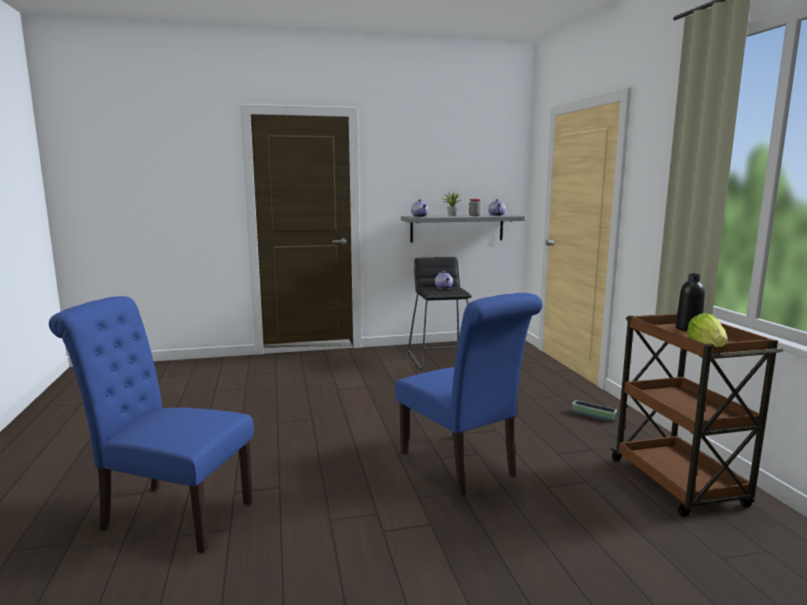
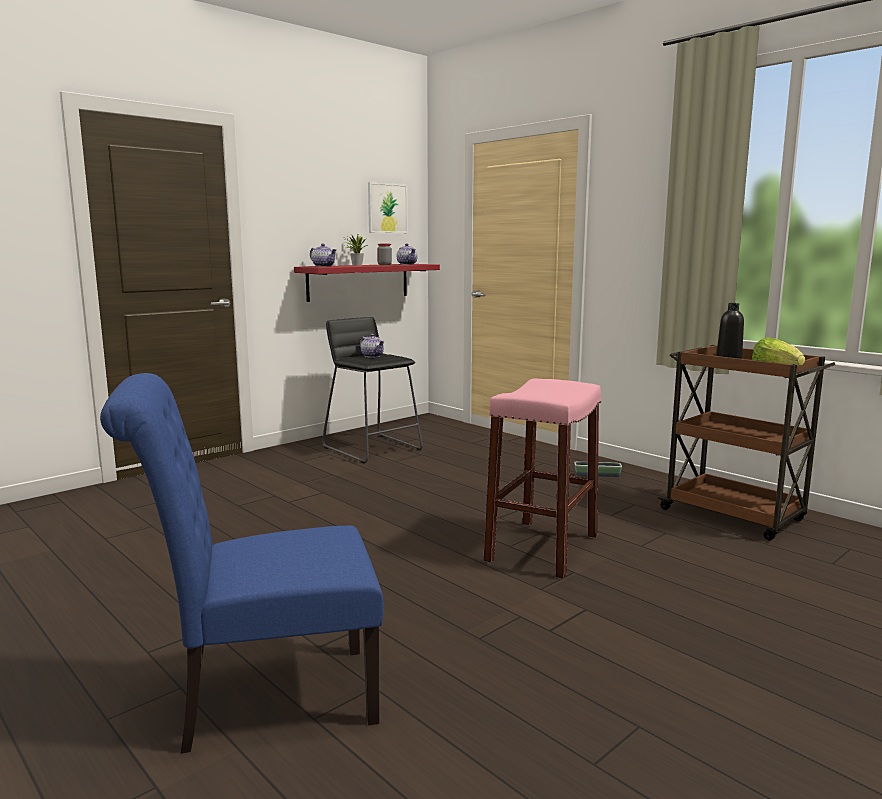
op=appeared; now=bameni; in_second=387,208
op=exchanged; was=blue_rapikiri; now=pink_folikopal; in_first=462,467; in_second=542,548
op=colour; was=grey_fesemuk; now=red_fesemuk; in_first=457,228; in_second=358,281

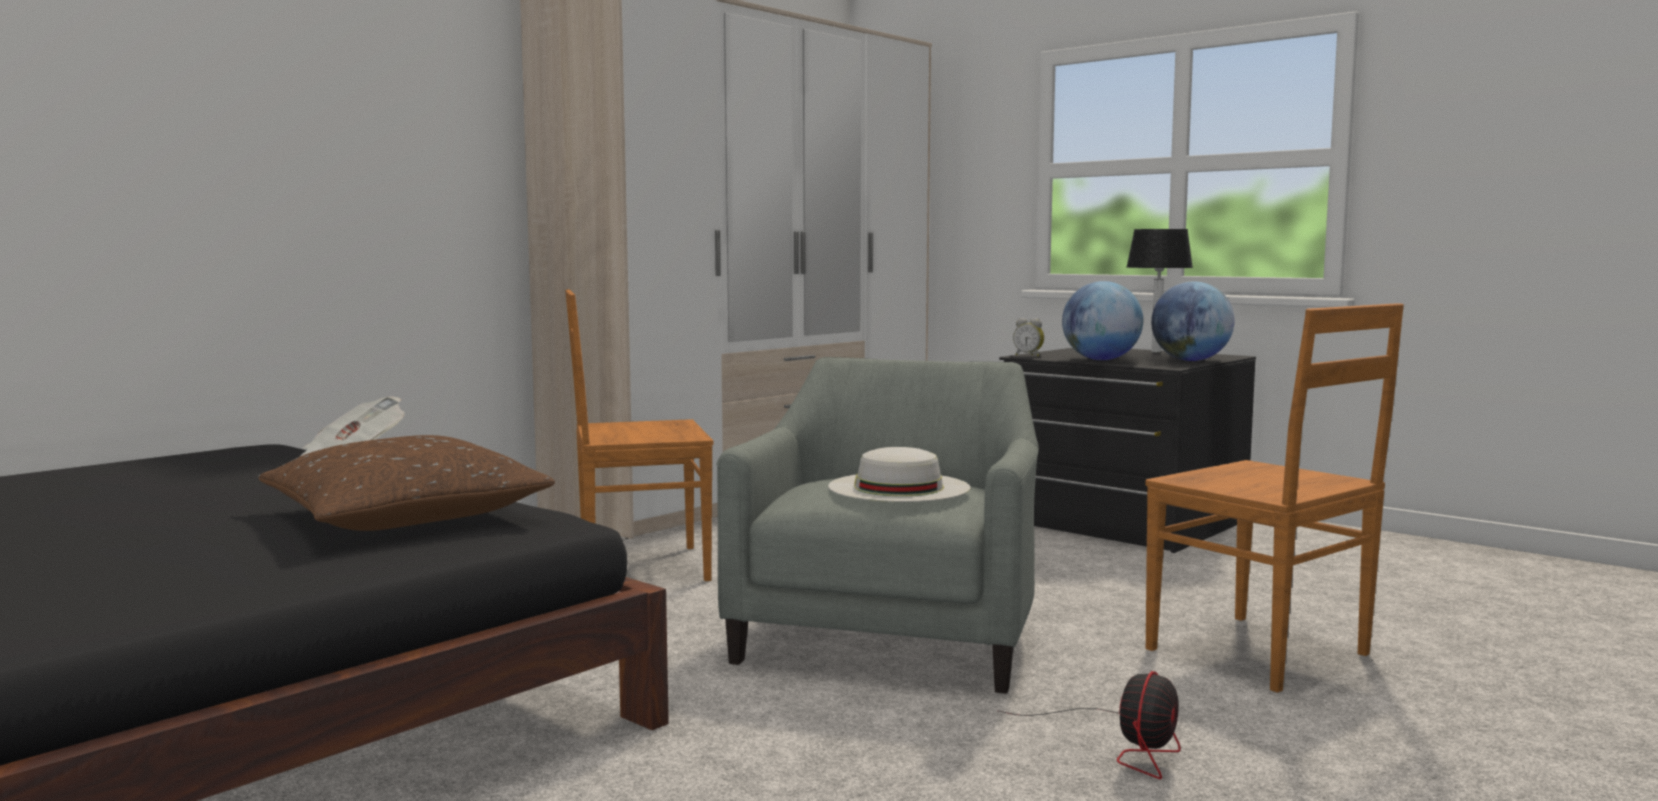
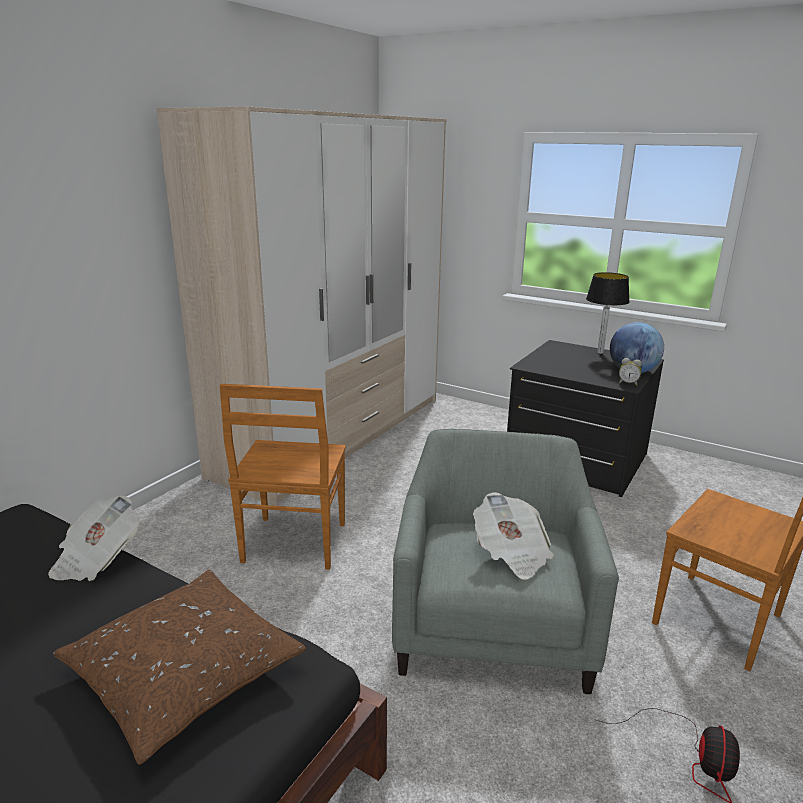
op=missing; was=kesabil; in_first=1101,360
op=relocated; was=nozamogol; in_first=1029,355; in_second=628,383
op=exchanged; was=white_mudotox; now=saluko; in_first=898,487; in_second=511,553
op=spun; was=brown_rapikiri; in_first=638,567; in_second=293,544; clockwise=-60

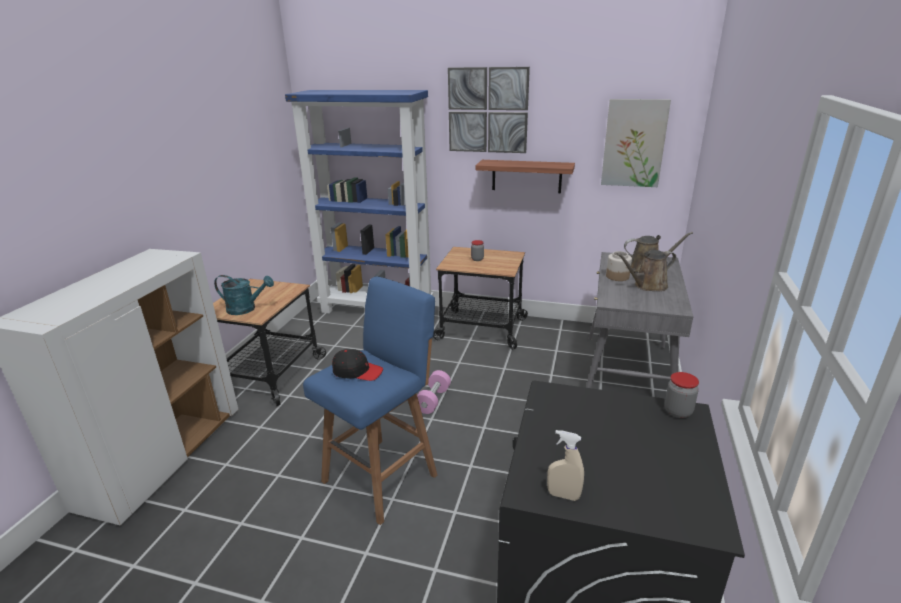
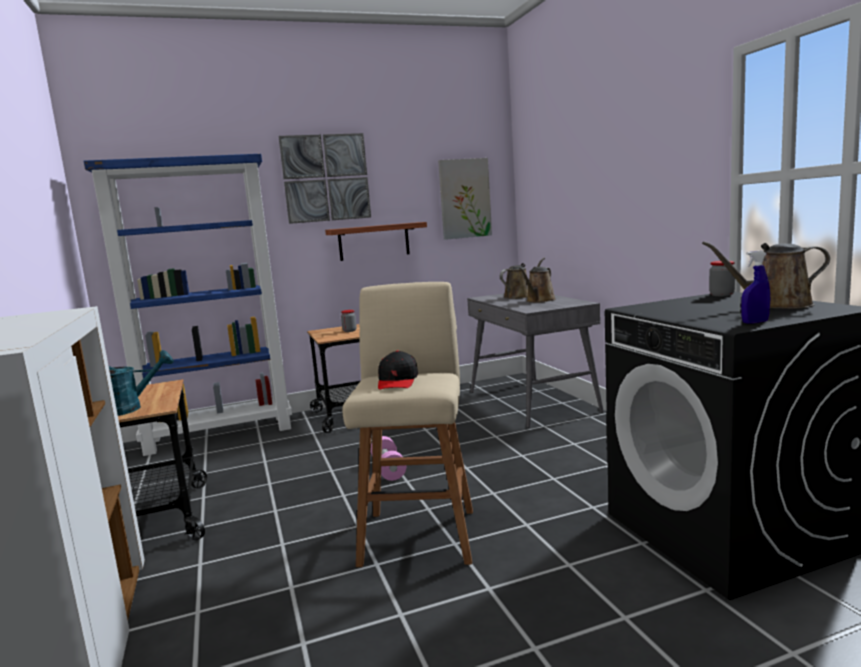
op=missing; was=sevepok; in_first=617,276
op=appeared; now=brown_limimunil; in_second=775,305
op=colour; was=blue_folikopal; now=beige_folikopal; in_first=383,476; in_second=419,534
op=colour; was=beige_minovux; now=blue_minovux; in_first=563,495; in_second=755,322
op=spun; was=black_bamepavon; in_first=357,371; in_second=397,381; clockwise=120

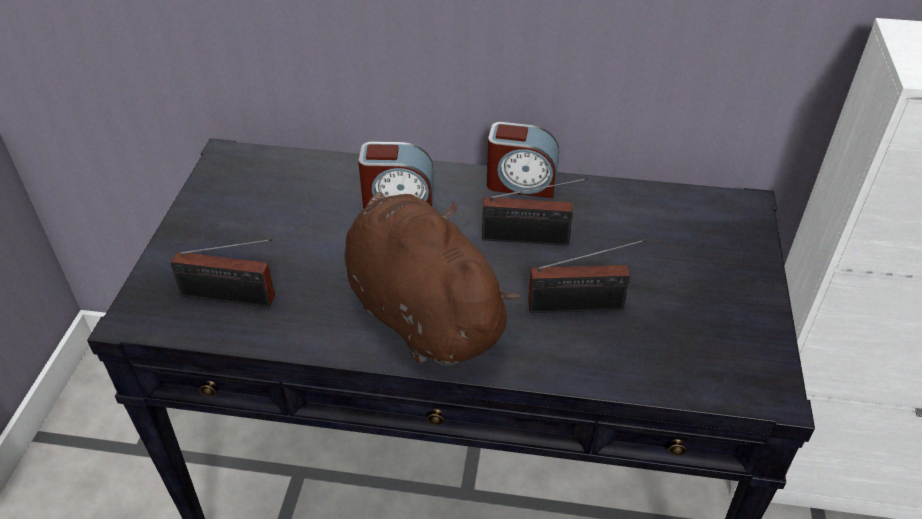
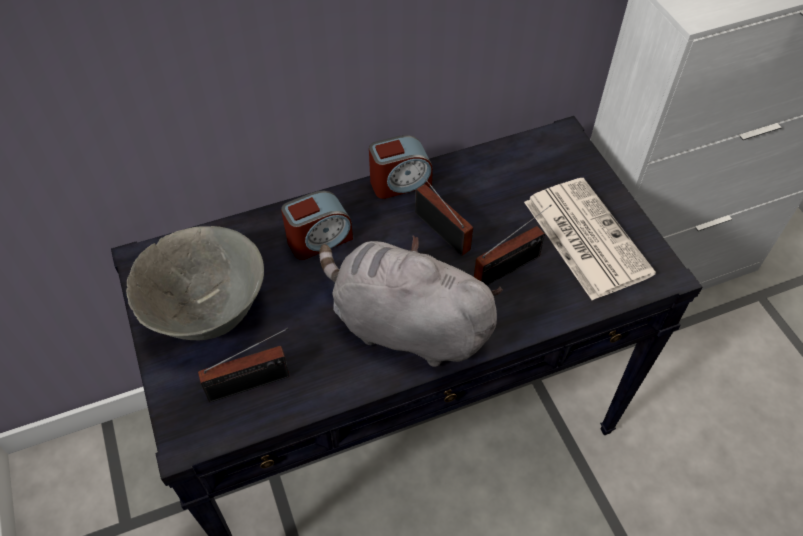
op=appeared; now=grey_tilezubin; in_second=208,312
op=appeared; now=saluko; in_second=584,237
op=colour; was=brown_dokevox; now=grey_dokevox; in_first=420,312; in_second=405,325
op=spun; was=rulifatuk; in_first=530,239; in_second=440,228; clockwise=-105

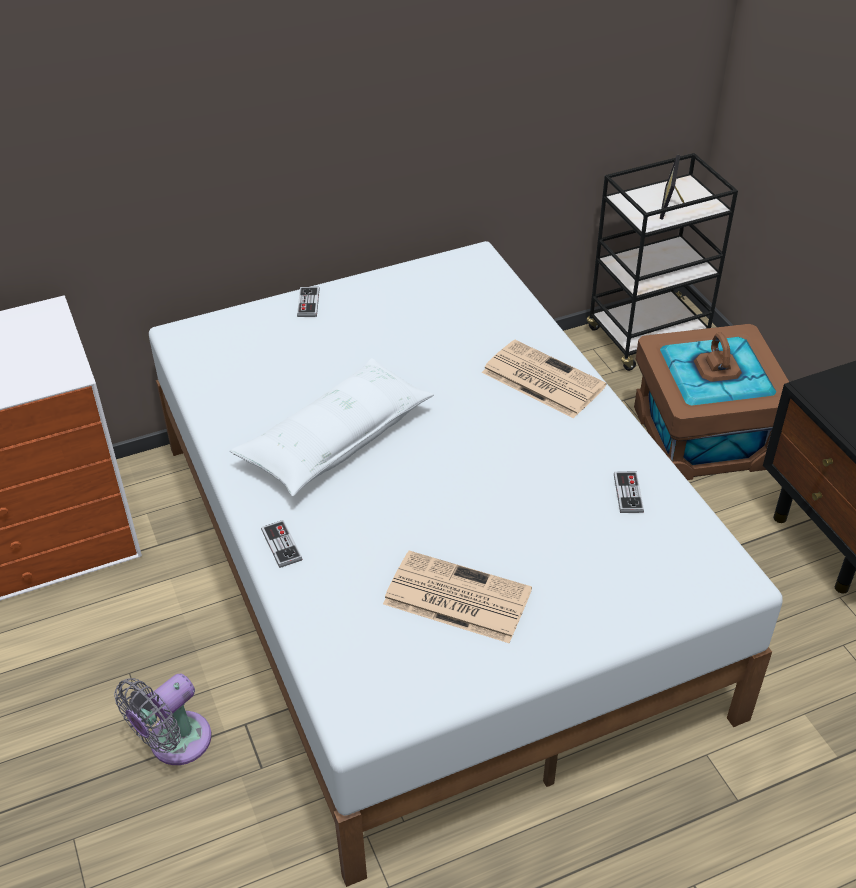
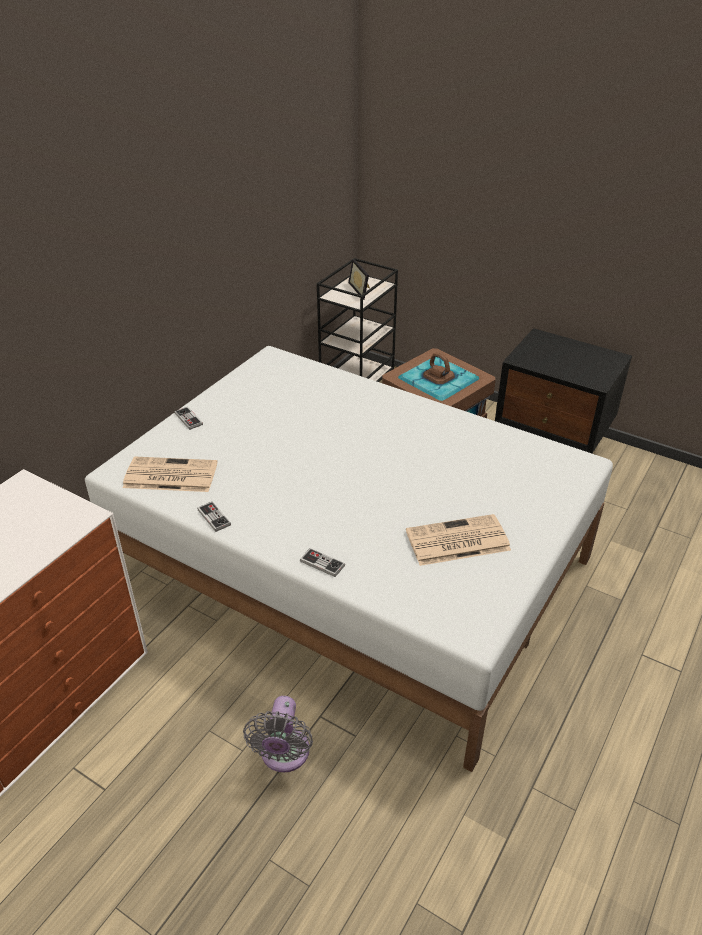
op=missing; was=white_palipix; in_first=336,439
op=relocated; was=saluko; in_first=541,379; in_second=169,475
op=relocated; was=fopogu; in_first=628,493; in_second=214,517

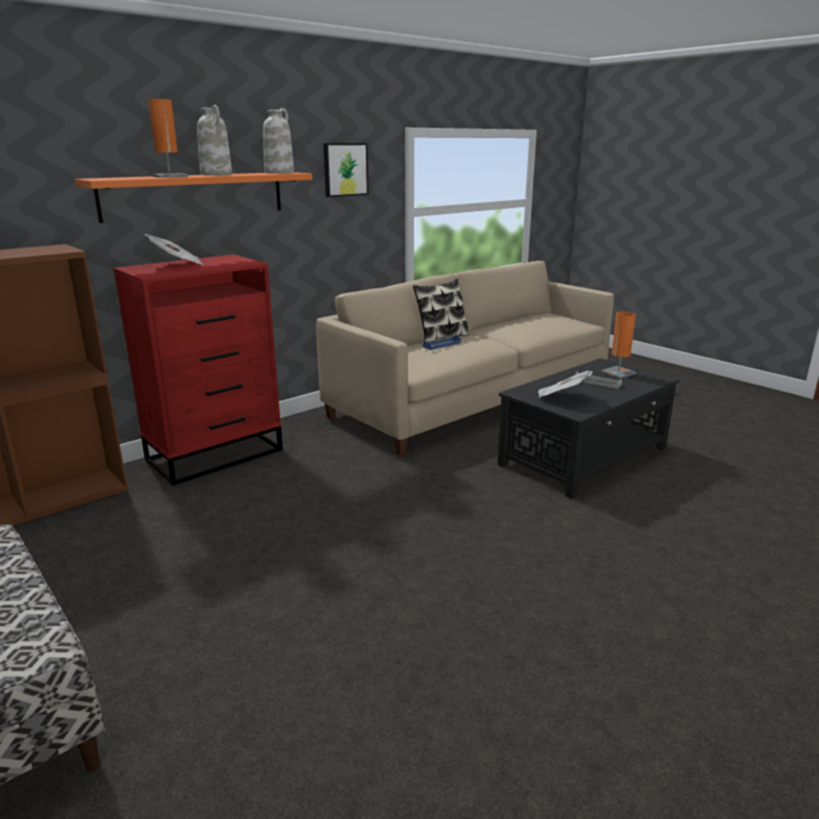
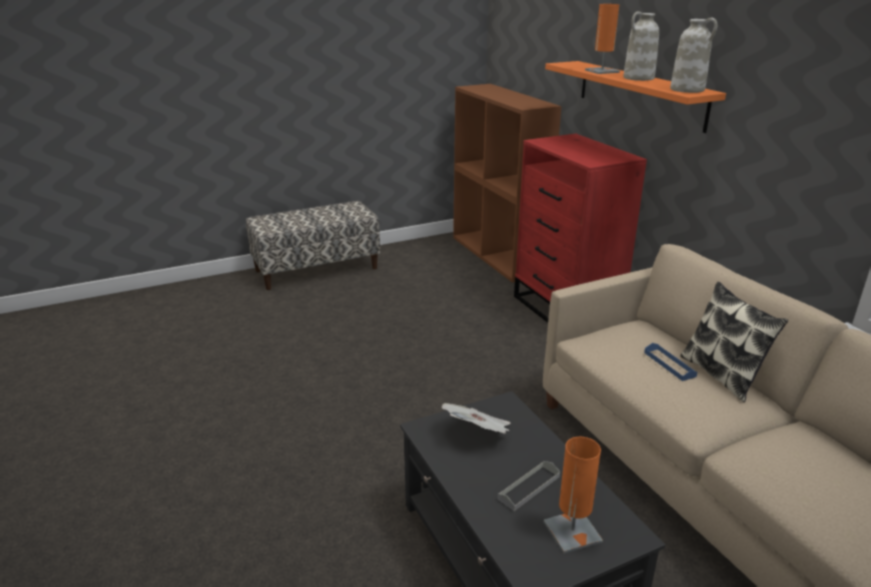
op=missing; was=saluko; in_first=177,264
op=missing; was=bameni; in_first=345,169

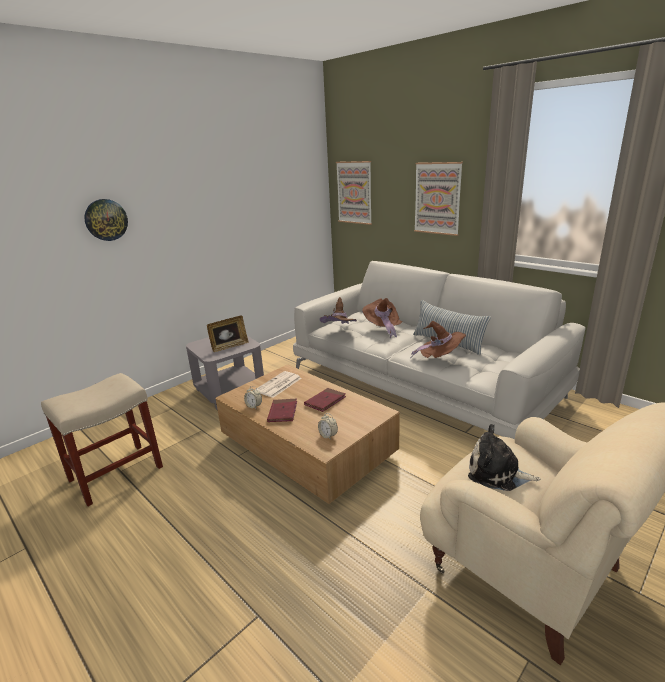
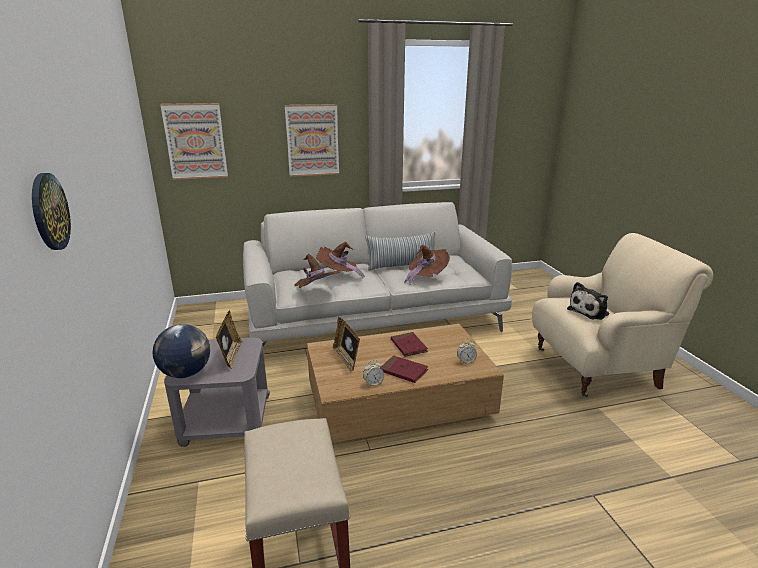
op=appeared; now=kesabil; in_second=186,373
op=exchanged; was=saluko; now=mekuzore; in_first=278,385; in_second=346,359

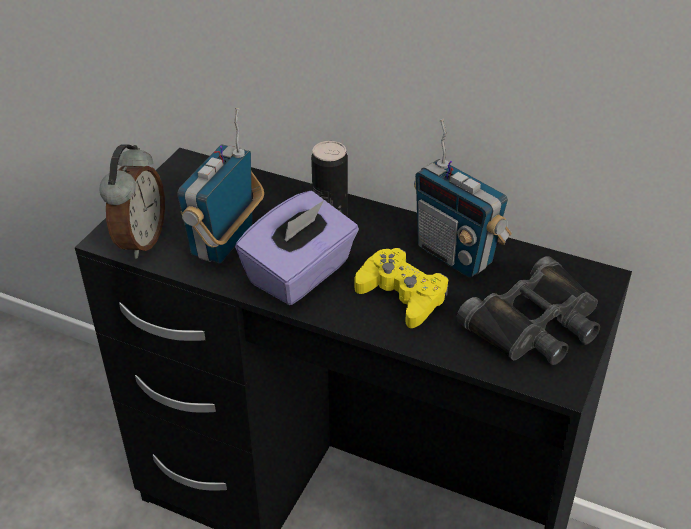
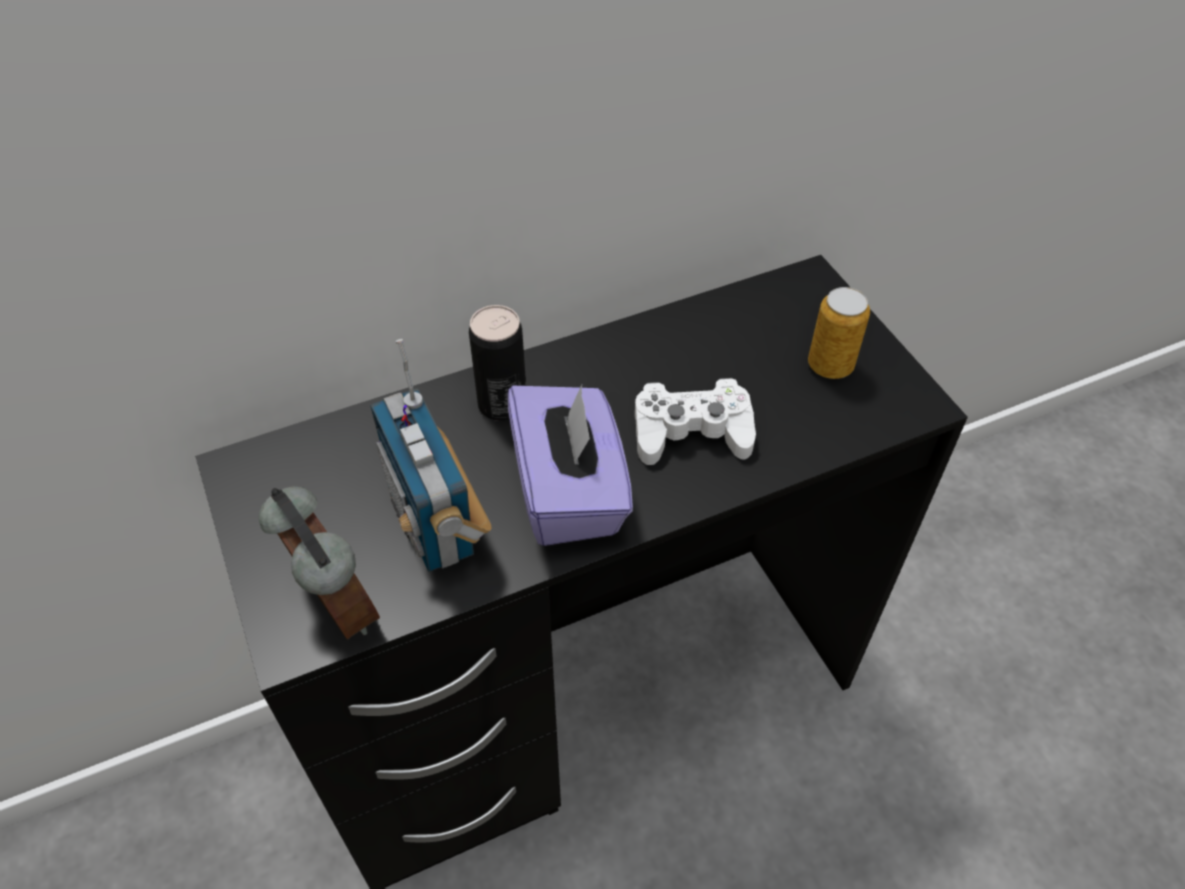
op=missing; was=rulifatuk; in_first=455,255
op=exchanged; was=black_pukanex; now=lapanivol; in_first=535,325; in_second=830,365
op=colour; was=yellow_fopogu; now=white_fopogu; in_first=402,295; in_second=691,431

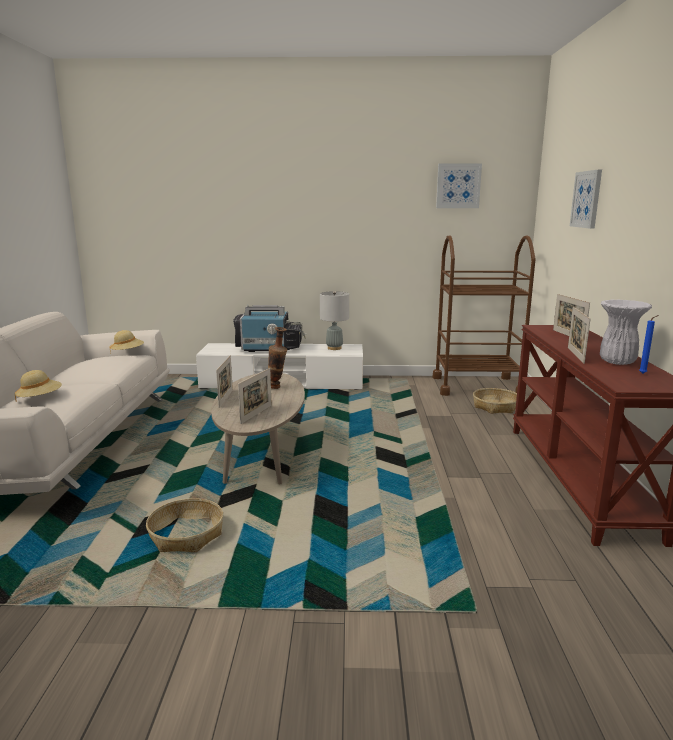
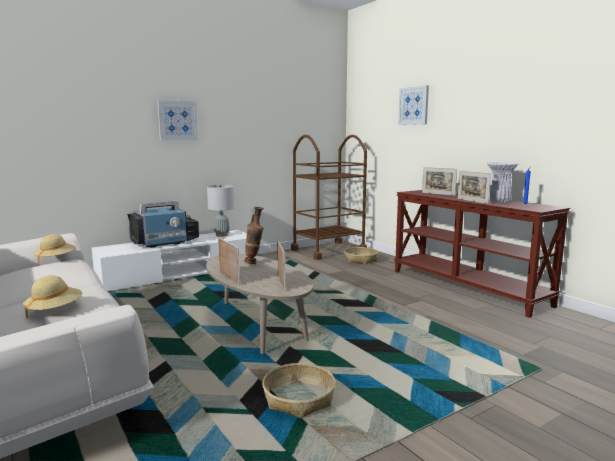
op=relocated; was=bameni; in_first=458,186; in_second=177,120

